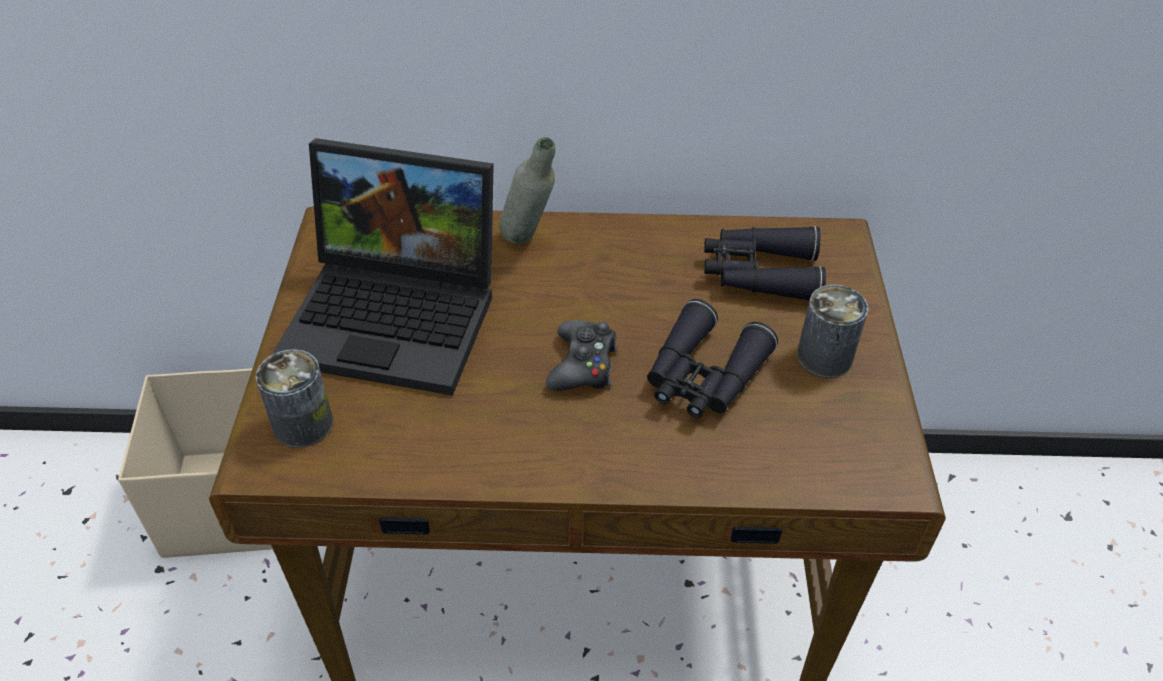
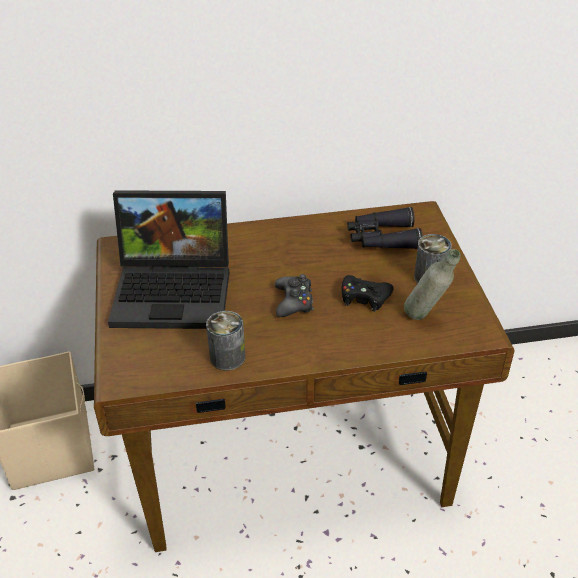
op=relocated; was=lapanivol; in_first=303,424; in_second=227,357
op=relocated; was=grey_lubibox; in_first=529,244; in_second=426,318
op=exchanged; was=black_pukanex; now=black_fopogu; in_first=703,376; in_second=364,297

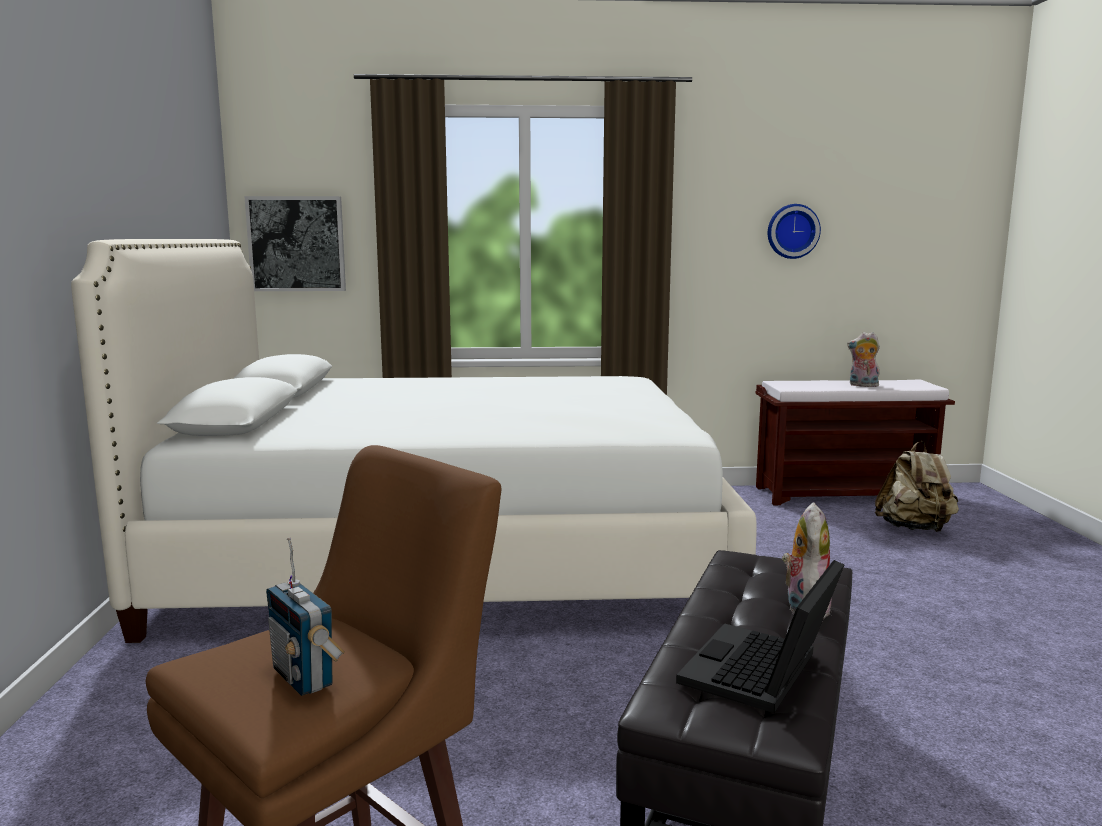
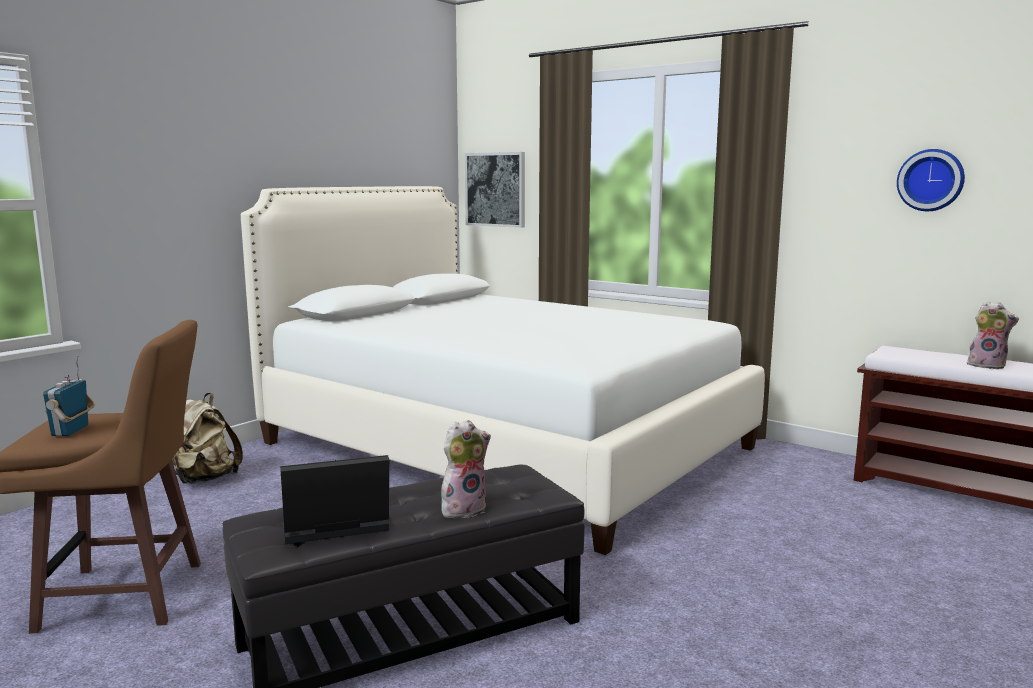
op=relocated; was=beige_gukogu; in_first=915,529; in_second=204,479
op=spun; was=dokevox; in_first=862,385; in_second=987,365; clockwise=150

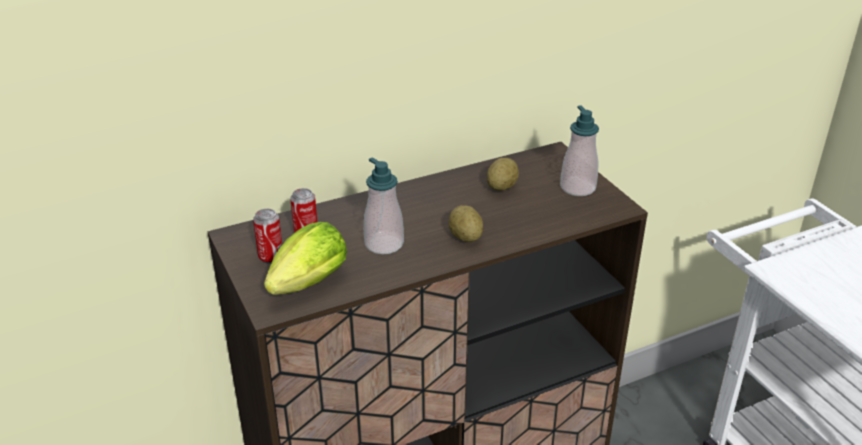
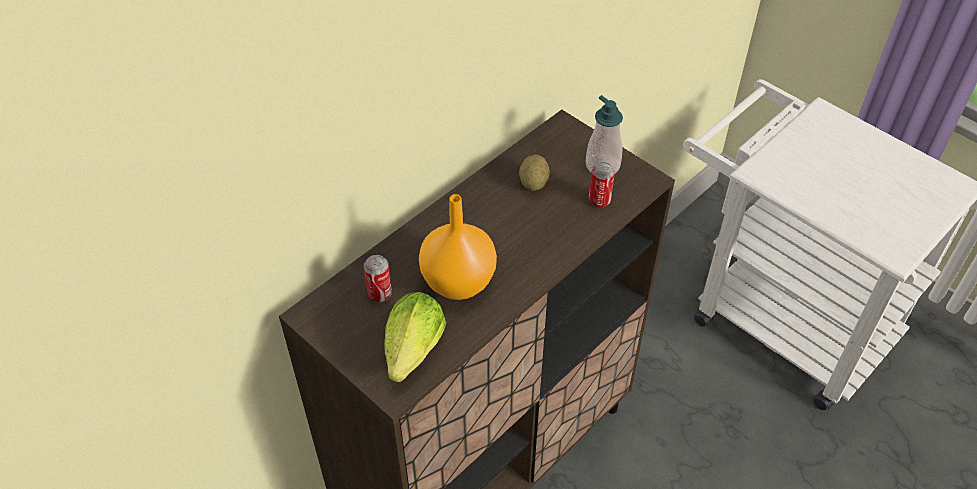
op=missing; was=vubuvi; in_first=465,237
op=relocated; was=lapanivol; in_first=271,257; in_second=599,200
op=exchanged; was=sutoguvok; now=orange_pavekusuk; in_first=384,244; in_second=459,283

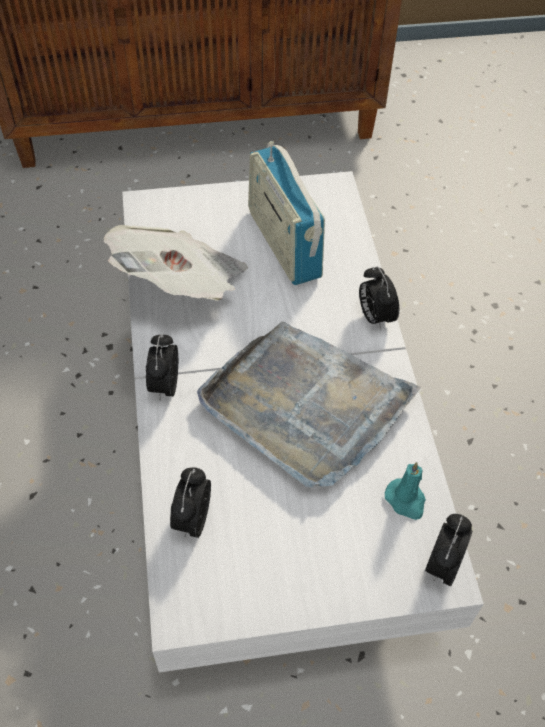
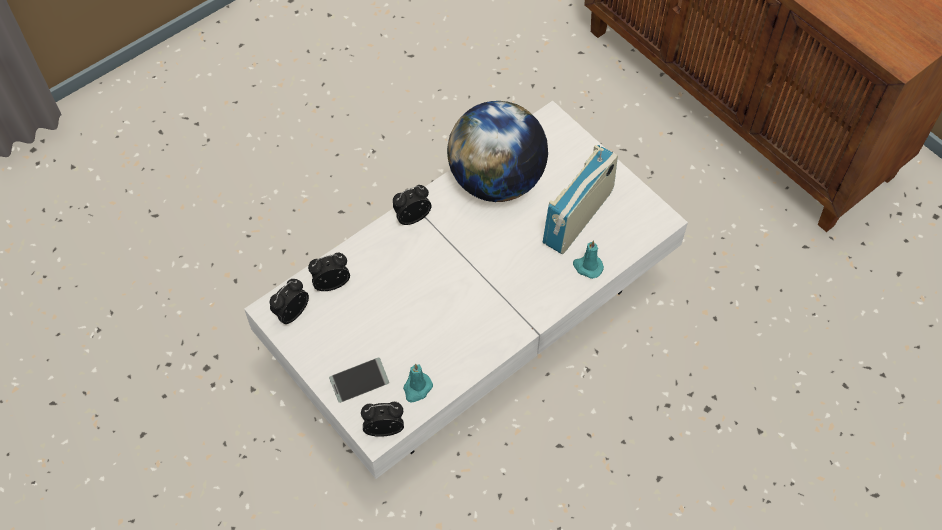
op=missing; was=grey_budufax; in_first=305,405
op=appeared; now=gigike; in_second=359,382
op=appeared; now=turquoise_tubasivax; in_second=587,267
op=relocated; was=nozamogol; in_first=374,316; in_second=291,312
op=exchanged; was=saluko; now=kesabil; in_first=182,285; in_second=497,180

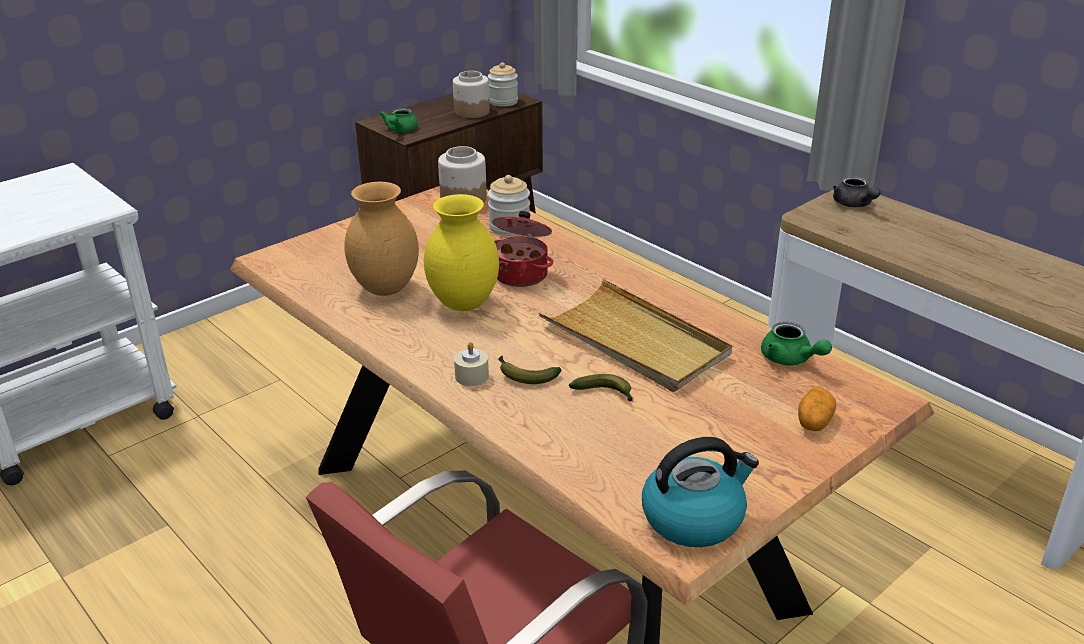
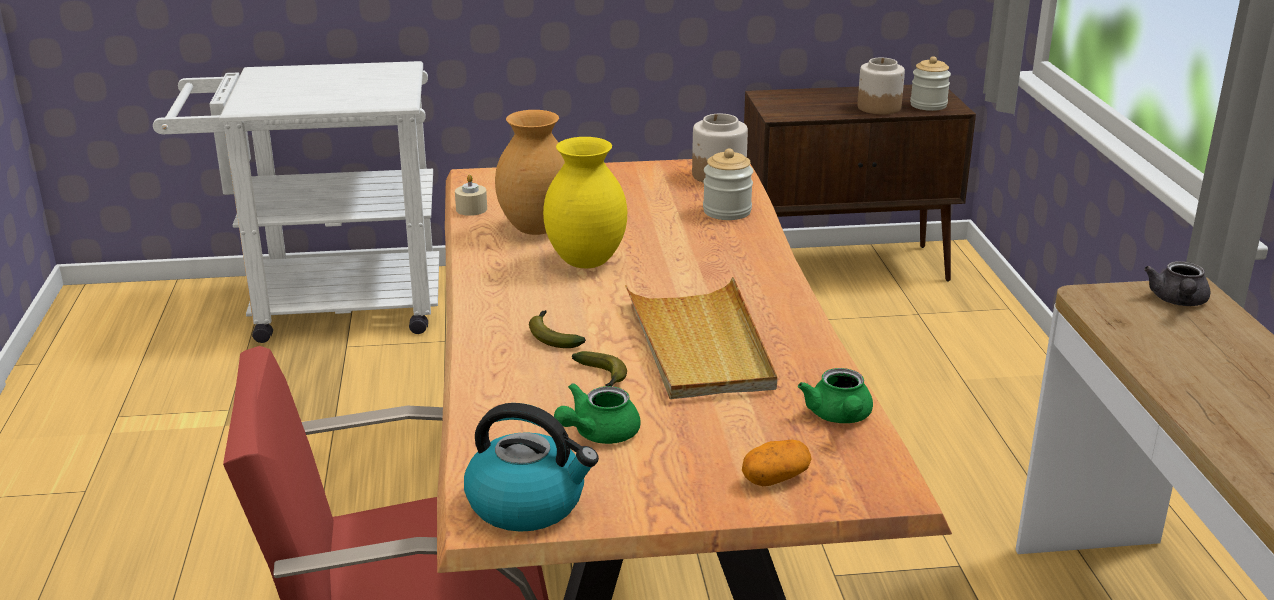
op=missing; was=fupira; in_first=522,275
op=relocated; was=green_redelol; in_first=400,130; in_second=598,434
op=relocated; was=beige_tubasivax; in_first=472,376; in_second=471,209

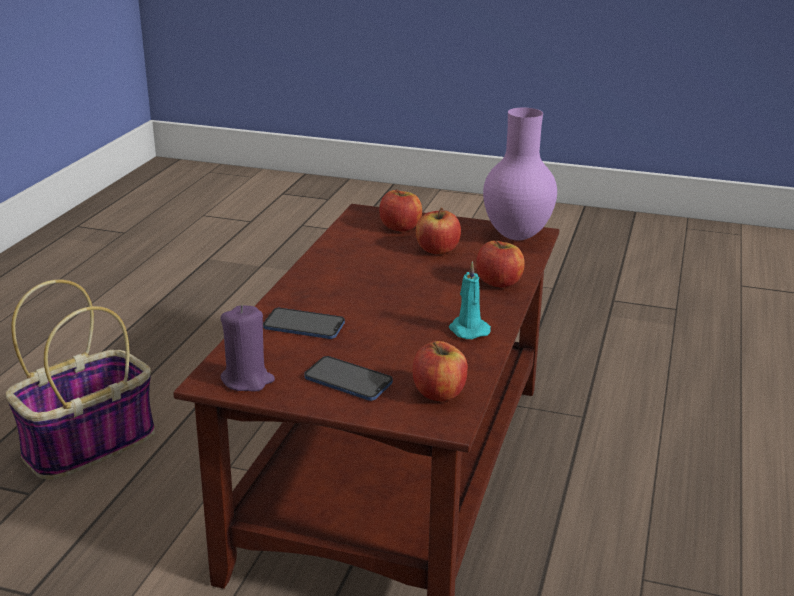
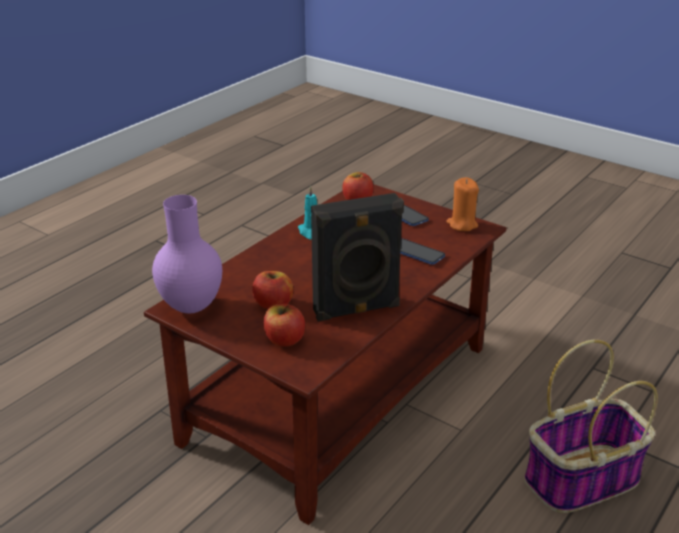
op=missing; was=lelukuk; in_first=499,282
op=appeared; now=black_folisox; in_second=357,310
op=colour; was=purple_tubasivax; now=orange_tubasivax; in_first=247,380; in_second=462,224

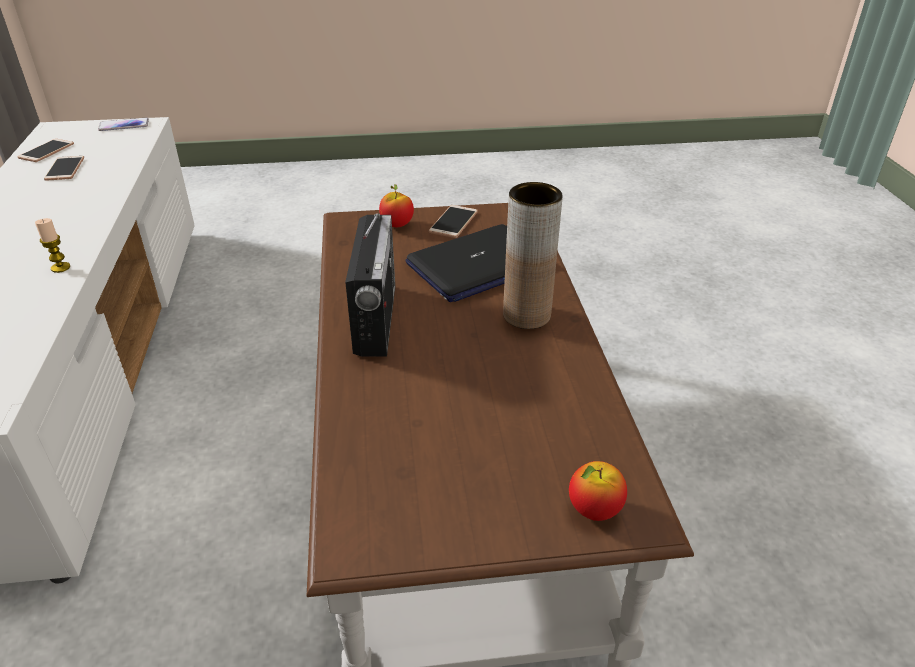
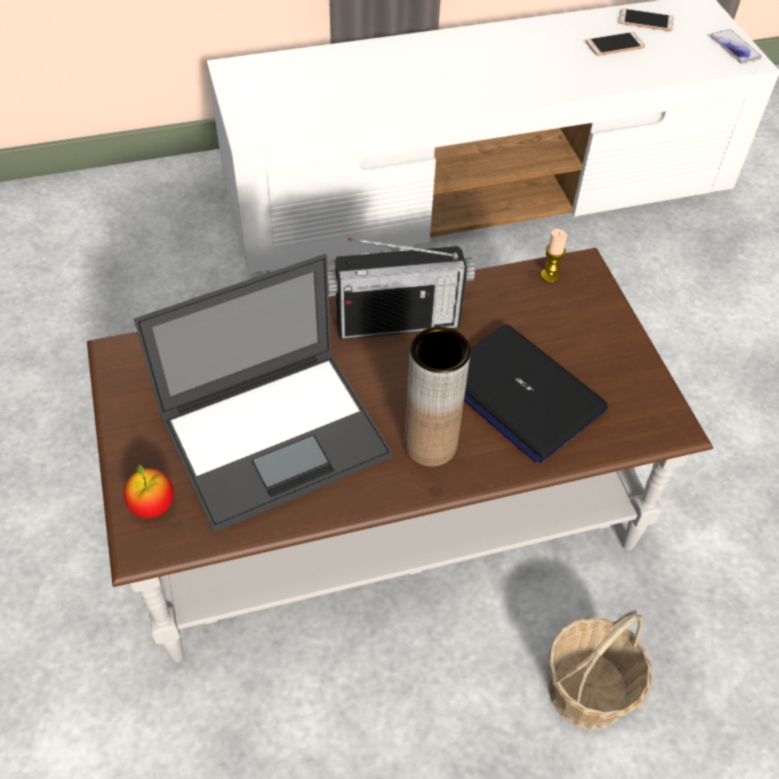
op=missing; was=lelukuk; in_first=397,225
op=missing; was=gigike; in_first=453,222
op=appeared; now=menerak; in_second=277,435
op=appeared; now=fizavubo; in_second=588,689
op=relocated; was=tubasivax; in_first=60,267; in_second=550,276

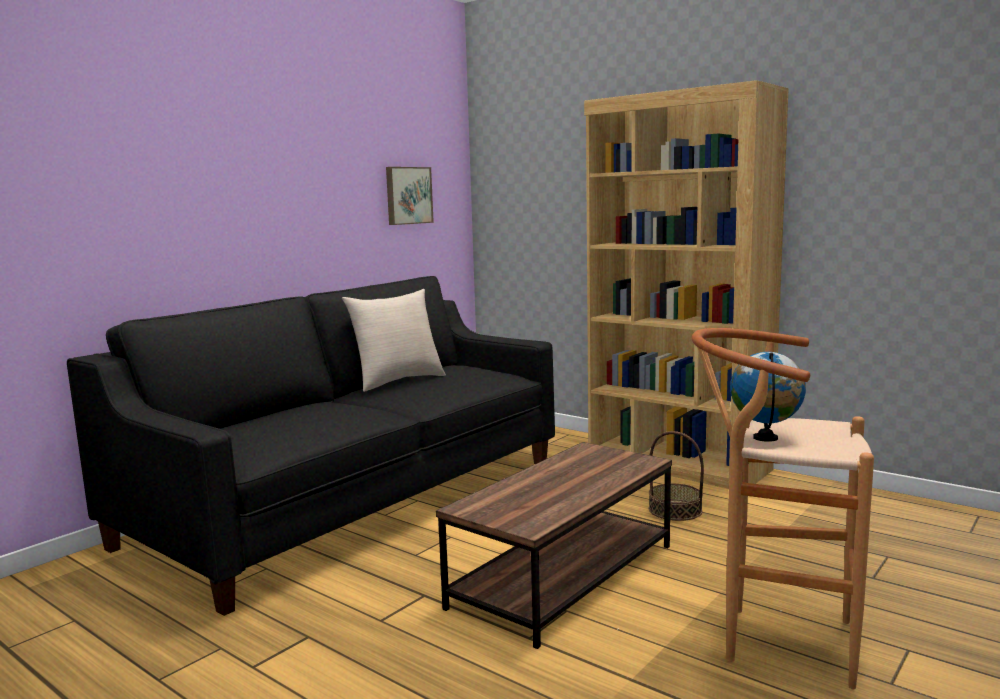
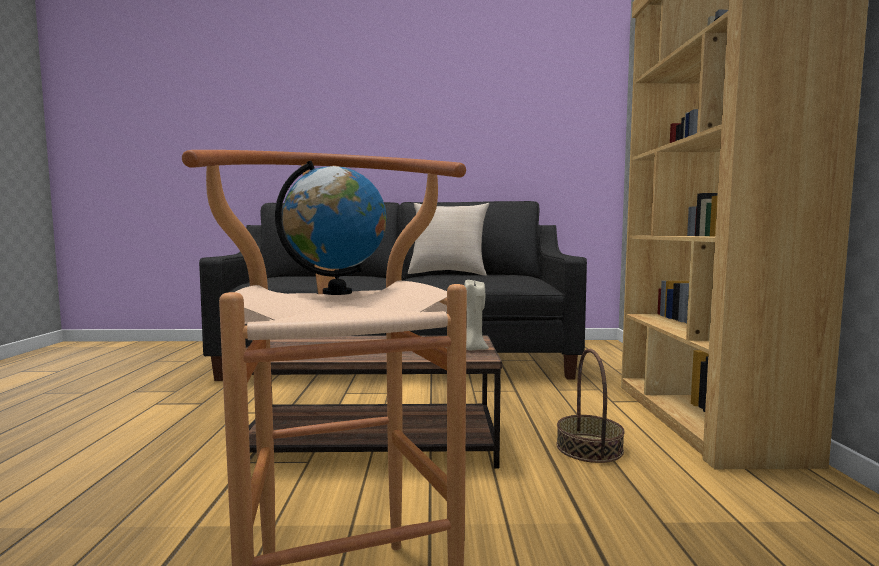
op=missing; was=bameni; in_first=408,195
op=appeared; now=beige_tubasivax; in_second=473,349

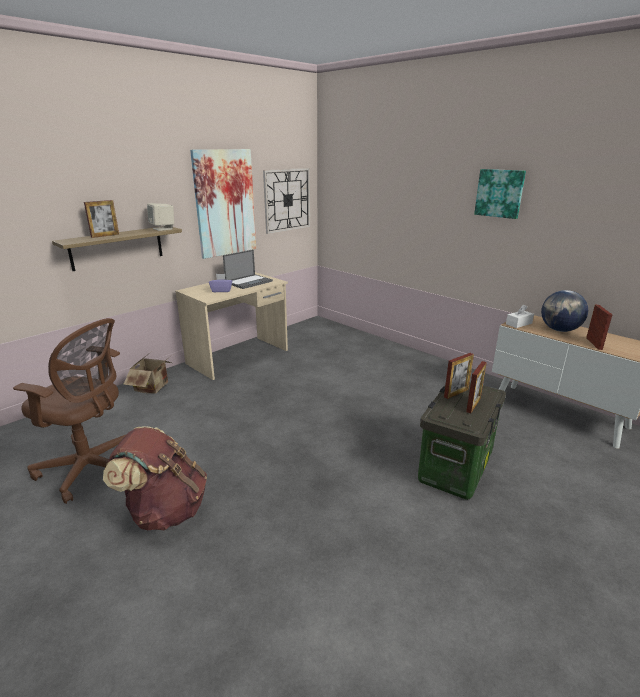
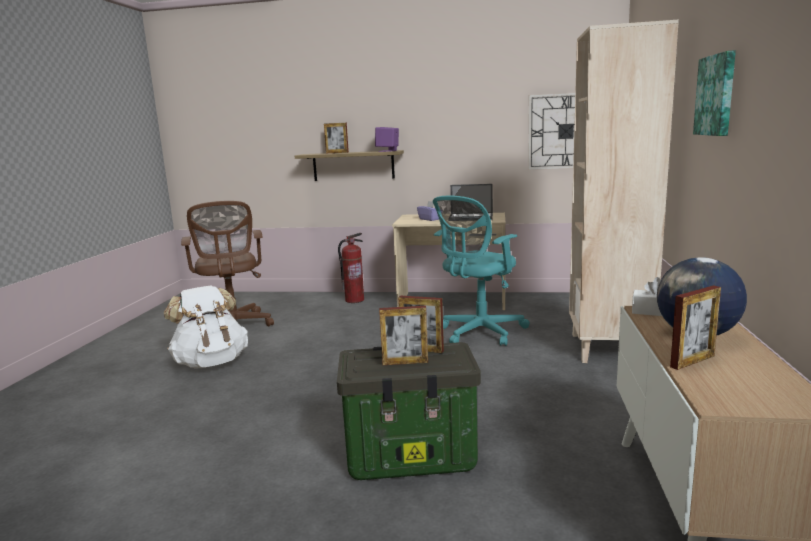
op=missing; was=bameni; in_first=225,203
op=appeared; now=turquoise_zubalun; in_second=479,333
op=appeared; now=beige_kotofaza; in_second=609,349
op=exchanged; was=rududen; now=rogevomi; in_first=154,387; in_second=354,300
op=colour; was=brown_gukogu; now=white_gukogu; in_first=165,510; in_second=211,362
op=colour; was=beige_folisox; now=purple_folisox; in_first=163,229; in_second=387,151

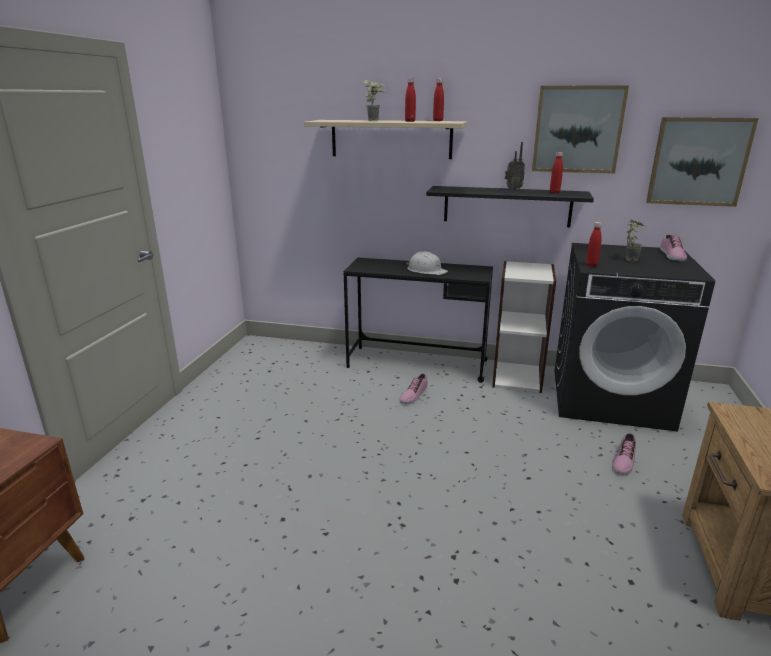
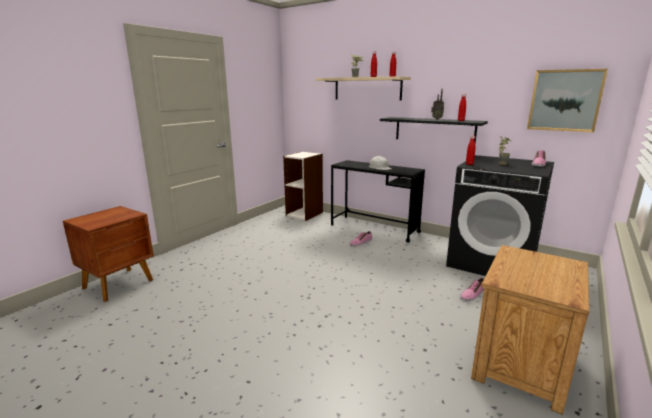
op=missing; was=bameni; in_first=577,129
op=relocated; was=kotofaza; in_first=517,376; in_second=304,214

